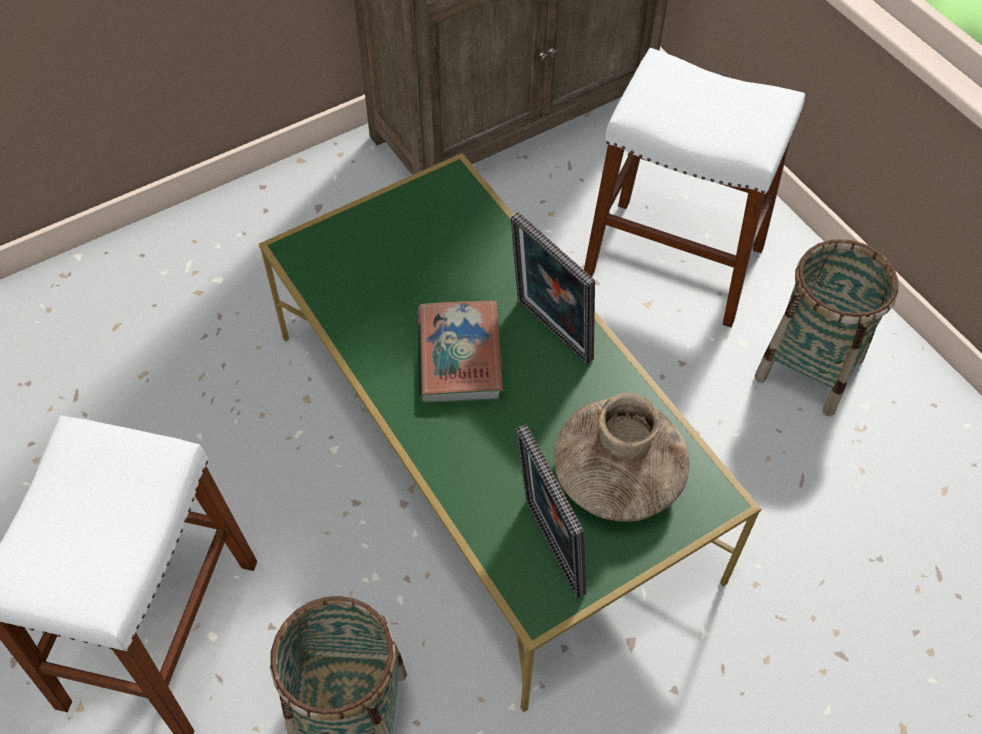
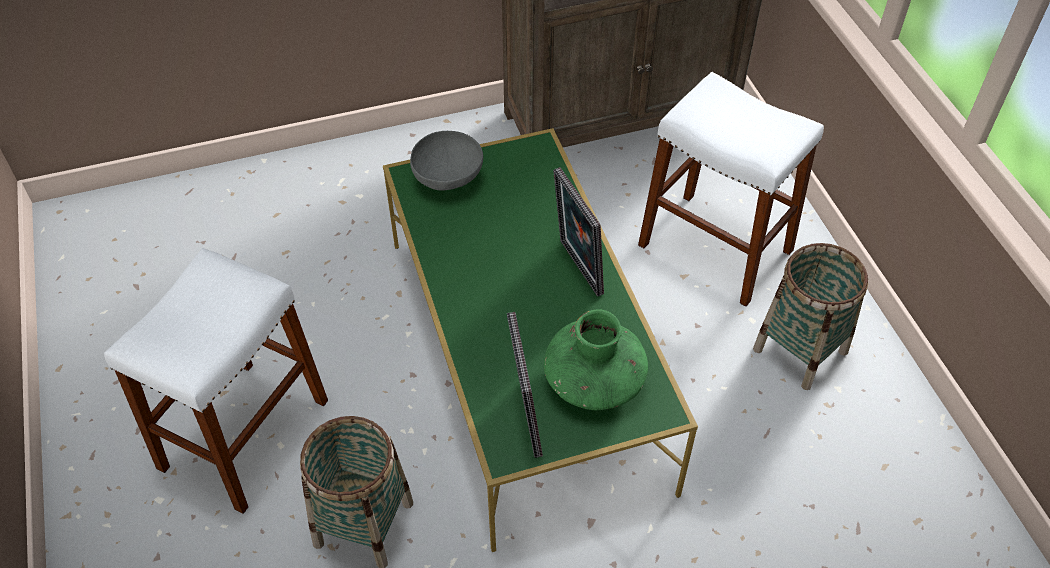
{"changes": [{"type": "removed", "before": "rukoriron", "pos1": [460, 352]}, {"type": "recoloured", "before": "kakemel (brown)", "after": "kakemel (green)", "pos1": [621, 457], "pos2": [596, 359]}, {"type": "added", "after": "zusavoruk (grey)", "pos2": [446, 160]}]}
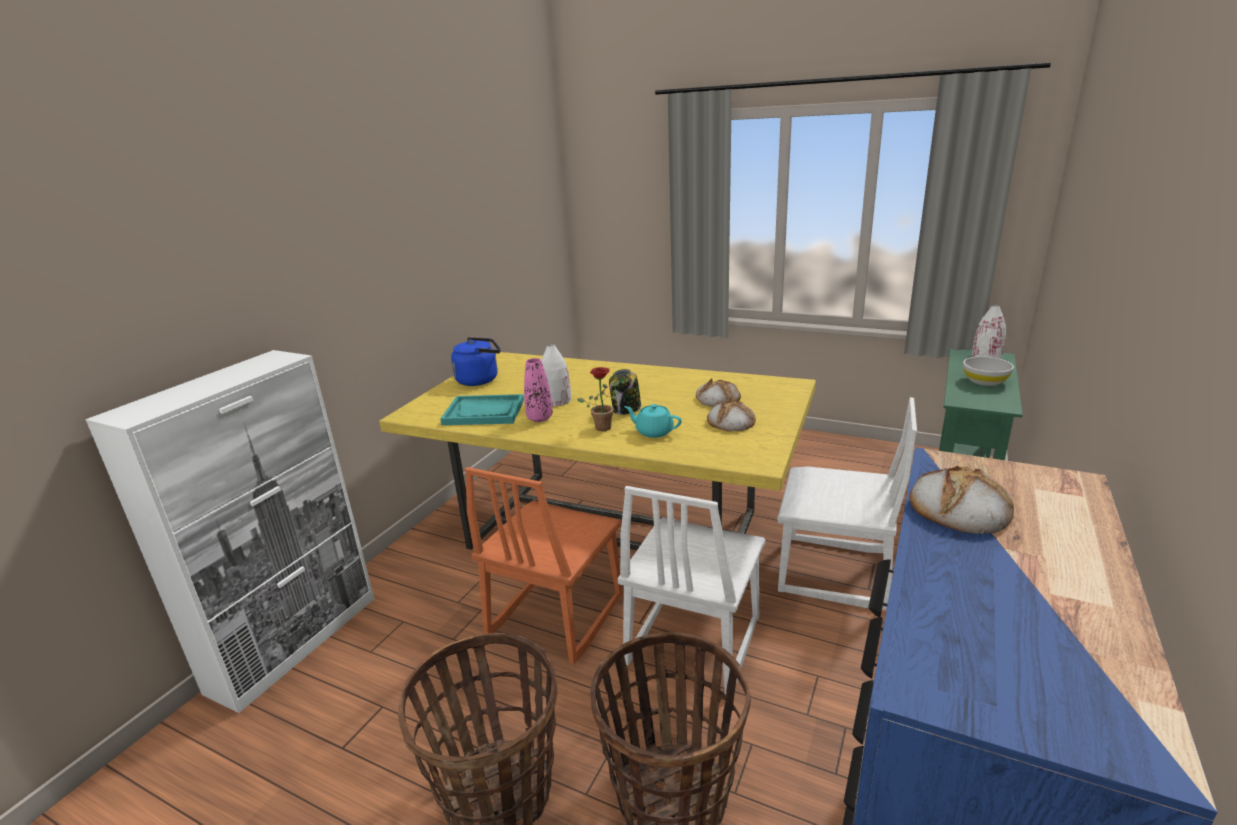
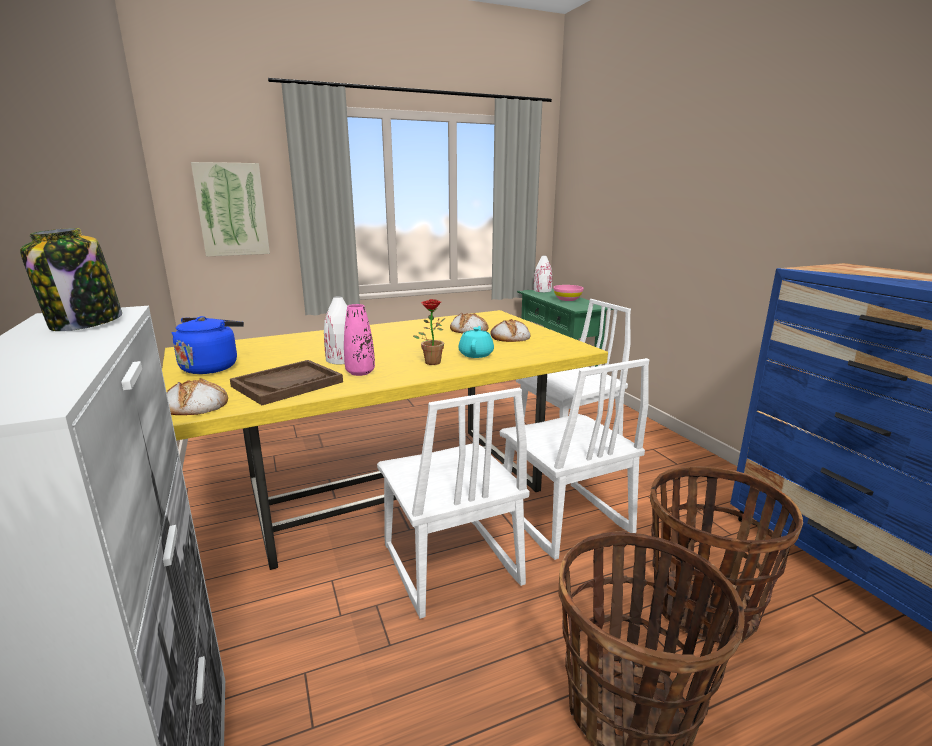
{"changes": [{"type": "recoloured", "before": "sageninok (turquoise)", "after": "sageninok (brown)", "pos1": [482, 409], "pos2": [286, 382]}, {"type": "recoloured", "before": "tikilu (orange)", "after": "tikilu (white)", "pos1": [544, 565], "pos2": [453, 503]}, {"type": "moved", "before": "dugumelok", "pos1": [625, 392], "pos2": [71, 279]}, {"type": "turned", "before": "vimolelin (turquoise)", "pos1": [653, 421], "pos2": [476, 342], "turn": 120}, {"type": "moved", "before": "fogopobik", "pos1": [961, 500], "pos2": [197, 396]}, {"type": "recoloured", "before": "zusavoruk (white)", "after": "zusavoruk (pink)", "pos1": [988, 371], "pos2": [568, 293]}, {"type": "added", "after": "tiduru", "pos2": [230, 209]}]}
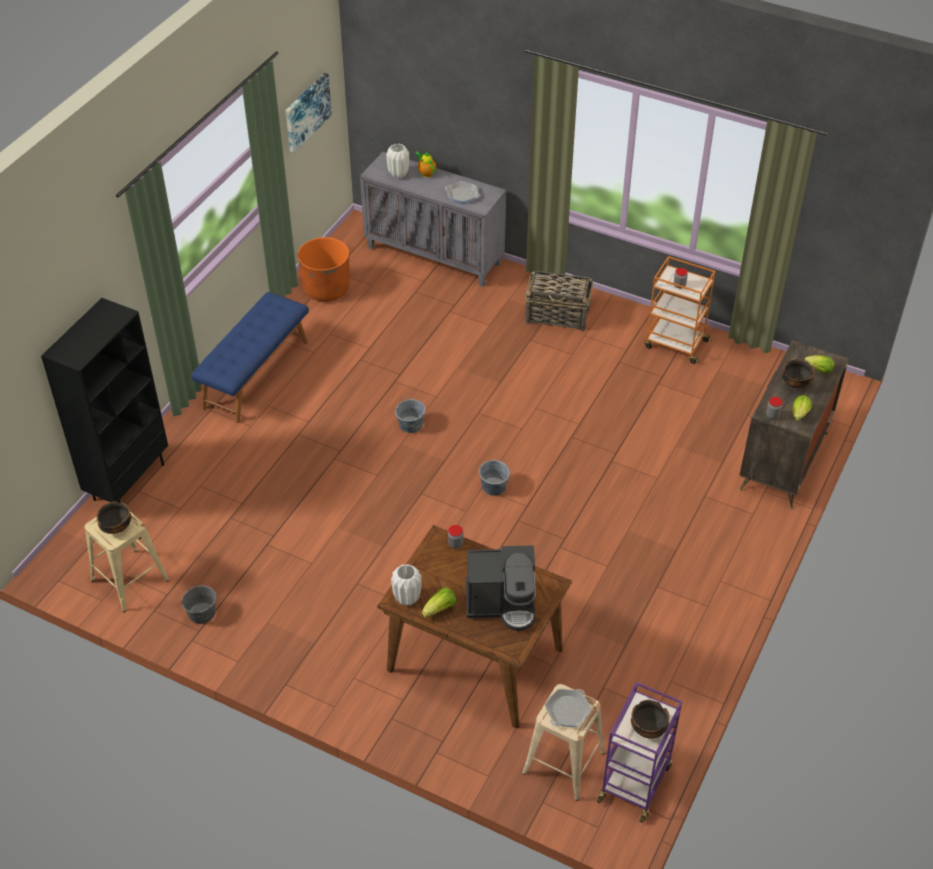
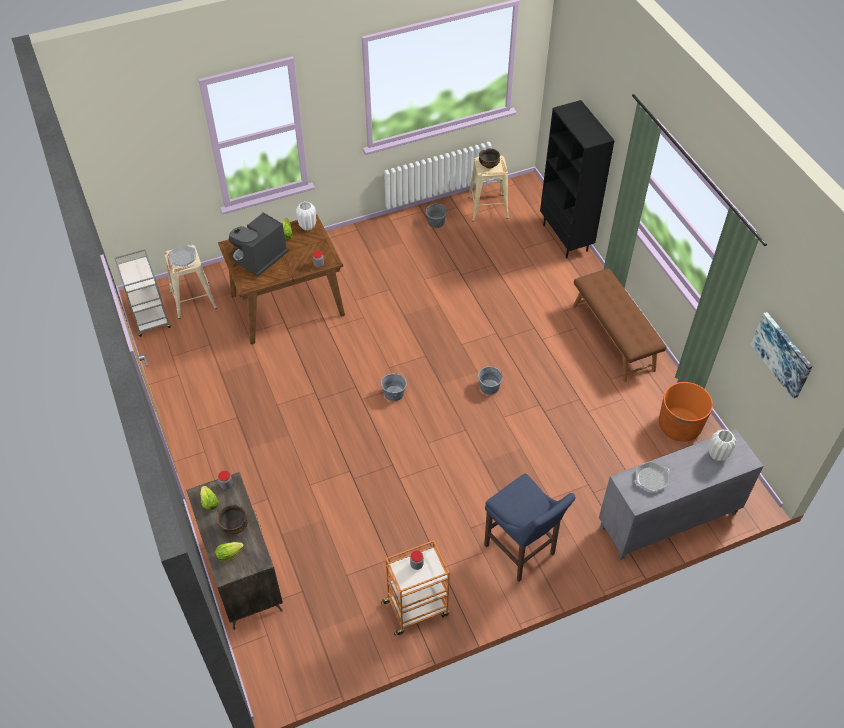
{"changes": [{"type": "recoloured", "before": "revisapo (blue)", "after": "revisapo (brown)", "pos1": [250, 357], "pos2": [620, 325]}, {"type": "removed", "before": "vimolelin", "pos1": [425, 164]}, {"type": "replaced", "before": "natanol", "after": "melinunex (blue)", "pos1": [559, 301], "pos2": [530, 527]}, {"type": "recoloured", "before": "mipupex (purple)", "after": "mipupex (grey)", "pos1": [639, 752], "pos2": [142, 293]}, {"type": "removed", "before": "zusavoruk", "pos1": [650, 719]}]}
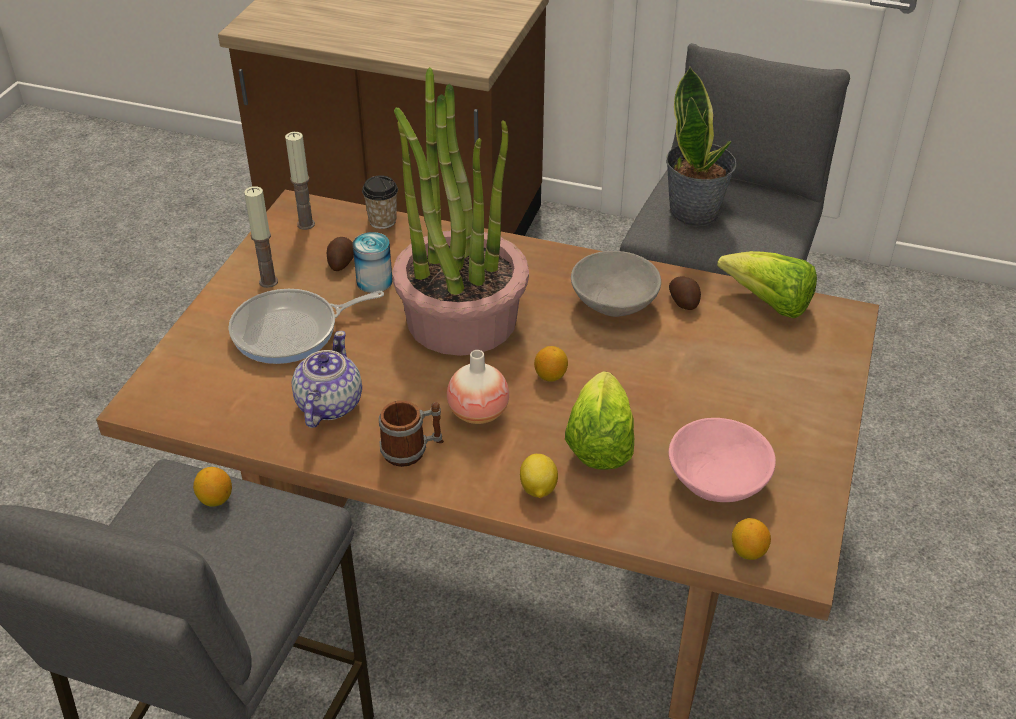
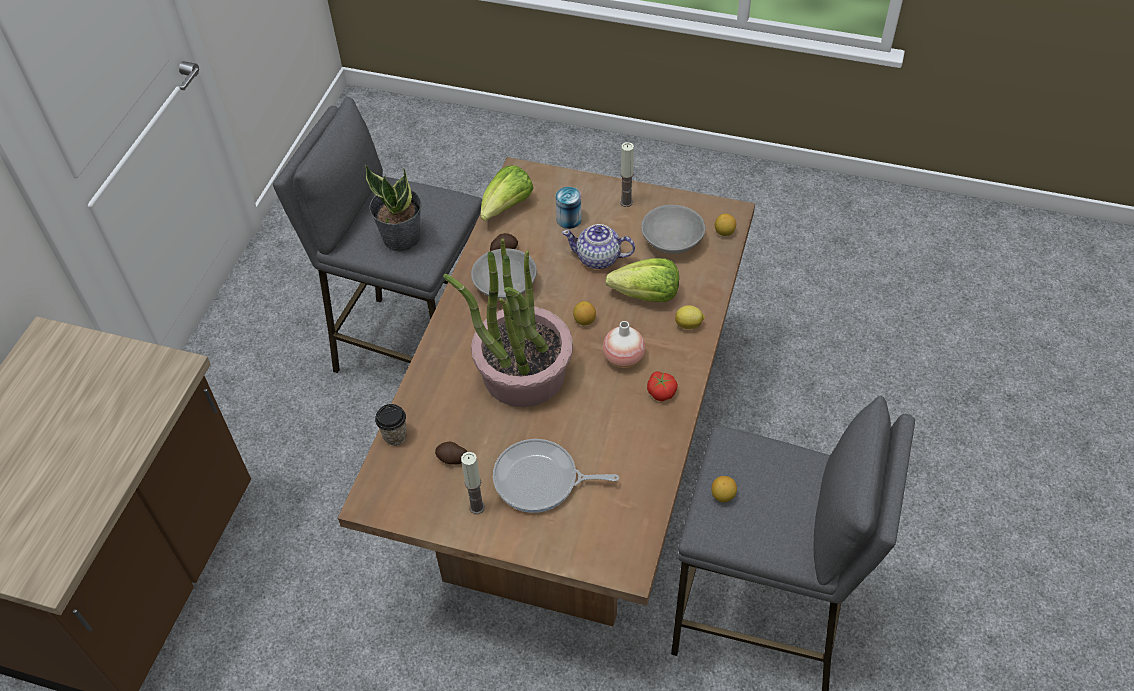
{"changes": [{"type": "turned", "before": "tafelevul", "pos1": [306, 326], "pos2": [556, 476], "turn": 120}, {"type": "moved", "before": "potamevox", "pos1": [300, 181], "pos2": [627, 174]}, {"type": "moved", "before": "vimolelin", "pos1": [326, 379], "pos2": [598, 246]}, {"type": "moved", "before": "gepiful", "pos1": [373, 262], "pos2": [569, 208]}, {"type": "replaced", "before": "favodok", "after": "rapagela", "pos1": [411, 433], "pos2": [662, 386]}, {"type": "recoloured", "before": "zusavoruk (pink)", "after": "zusavoruk (grey)", "pos1": [722, 460], "pos2": [673, 229]}]}
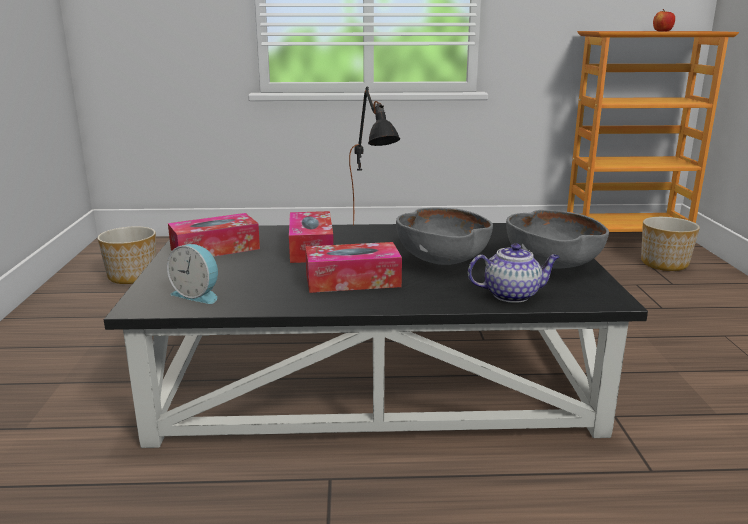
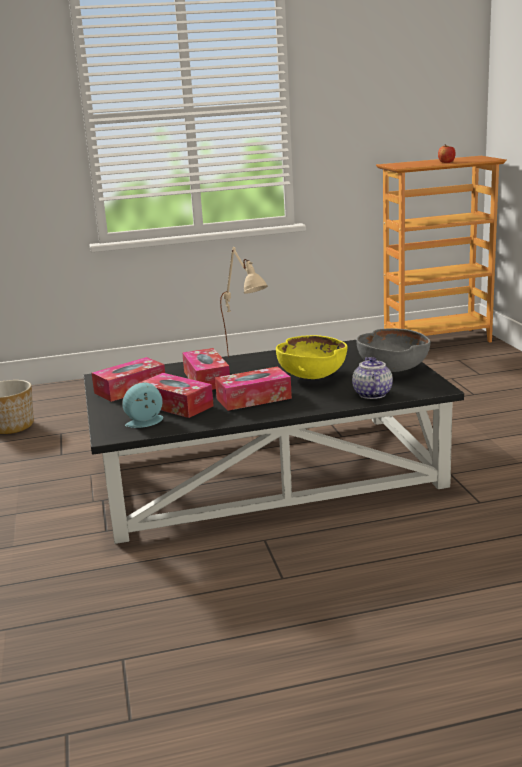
{"changes": [{"type": "turned", "before": "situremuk", "pos1": [192, 274], "pos2": [142, 405], "turn": 135}, {"type": "recoloured", "before": "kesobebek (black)", "after": "kesobebek (beige)", "pos1": [374, 156], "pos2": [244, 302]}, {"type": "recoloured", "before": "zusavoruk (grey)", "after": "zusavoruk (yellow)", "pos1": [444, 236], "pos2": [311, 357]}, {"type": "turned", "before": "vimolelin", "pos1": [514, 273], "pos2": [372, 378], "turn": -75}, {"type": "removed", "before": "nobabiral", "pos1": [670, 244]}, {"type": "added", "after": "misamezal", "pos2": [176, 395]}]}
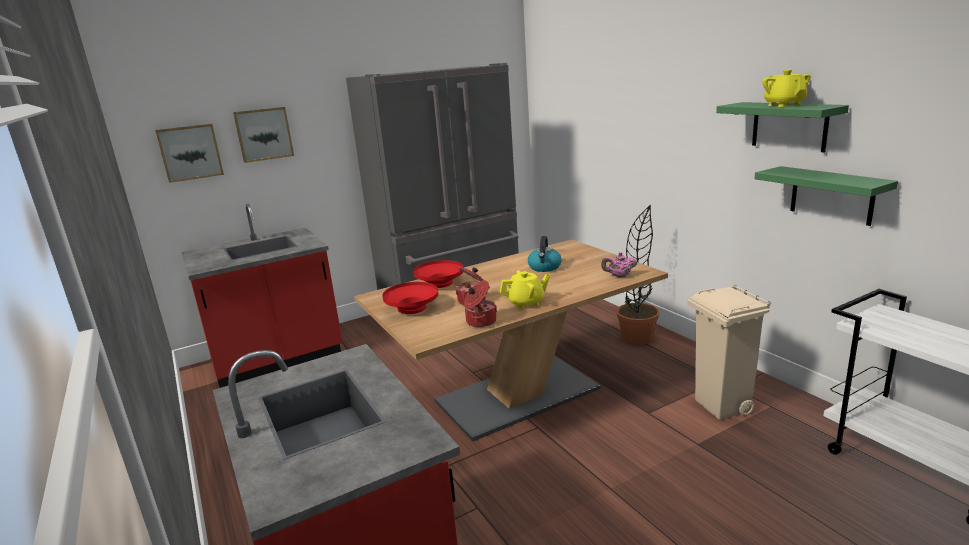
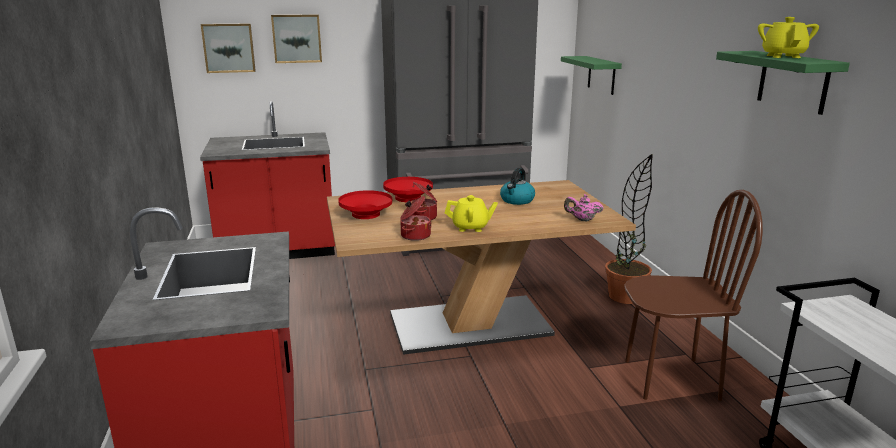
{"changes": [{"type": "replaced", "before": "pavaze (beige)", "after": "tikilu (brown)", "pos1": [729, 352], "pos2": [693, 295]}, {"type": "moved", "before": "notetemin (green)", "pos1": [826, 196], "pos2": [591, 75]}]}
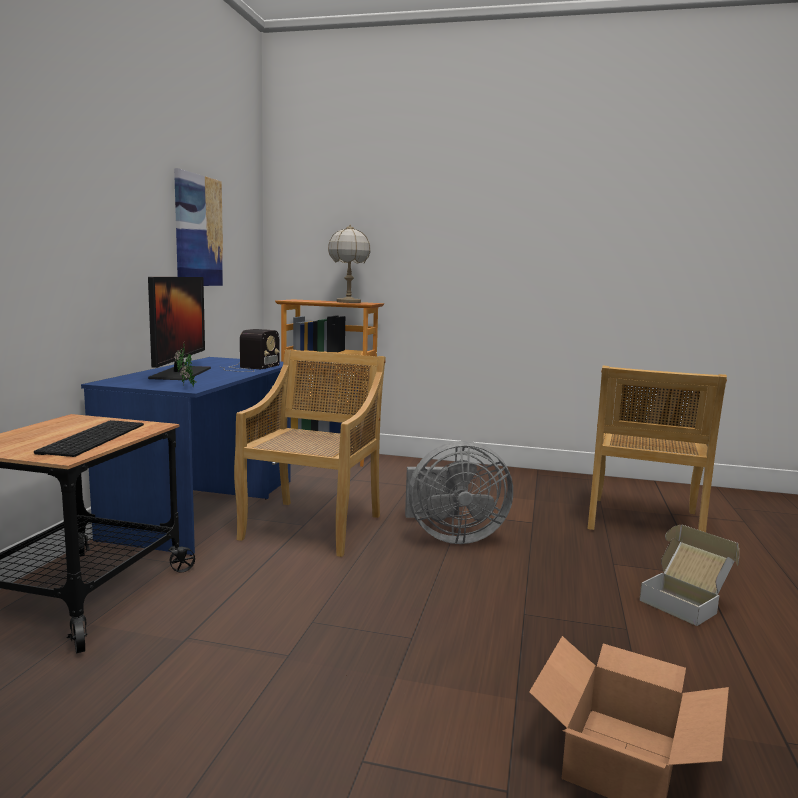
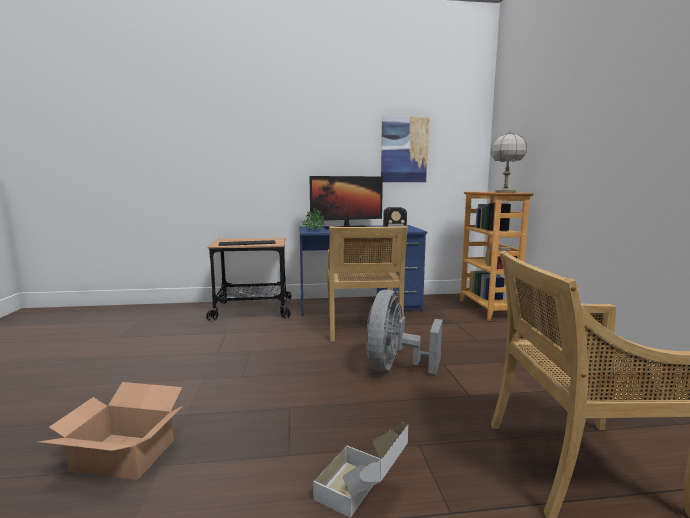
{"changes": [{"type": "turned", "before": "tikilu (beige)", "pos1": [310, 453], "pos2": [367, 283], "turn": 90}, {"type": "turned", "before": "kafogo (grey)", "pos1": [459, 492], "pos2": [404, 332], "turn": 45}]}
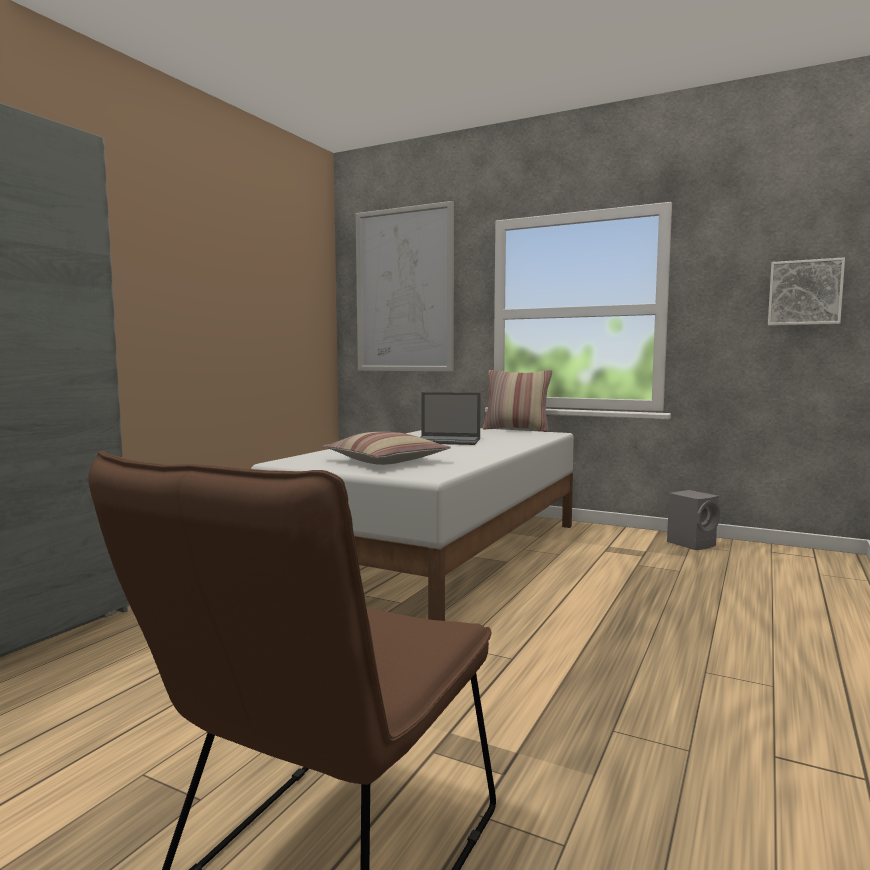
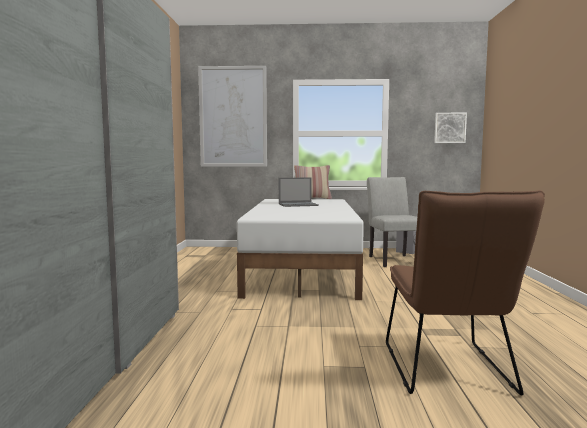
{"changes": [{"type": "removed", "before": "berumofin", "pos1": [386, 448]}, {"type": "added", "after": "tikilu (grey)", "pos2": [392, 222]}]}
